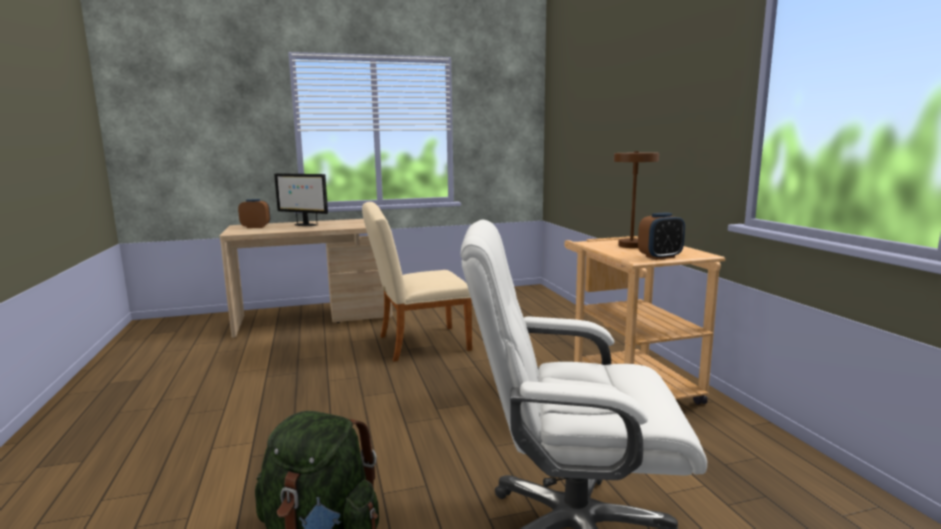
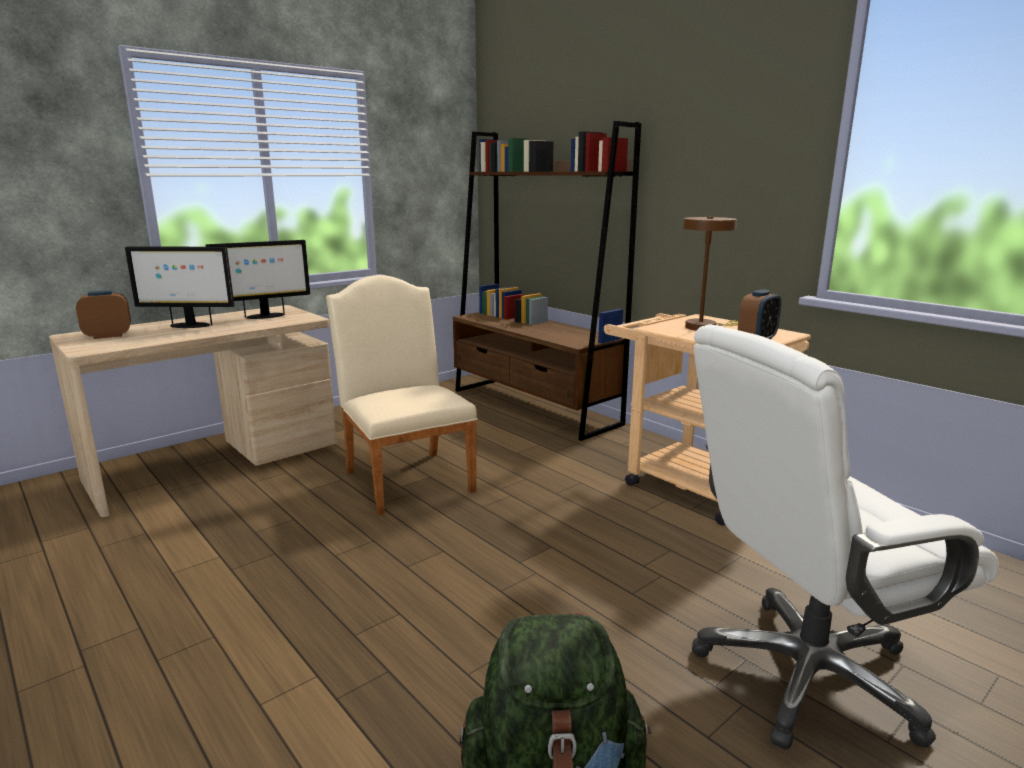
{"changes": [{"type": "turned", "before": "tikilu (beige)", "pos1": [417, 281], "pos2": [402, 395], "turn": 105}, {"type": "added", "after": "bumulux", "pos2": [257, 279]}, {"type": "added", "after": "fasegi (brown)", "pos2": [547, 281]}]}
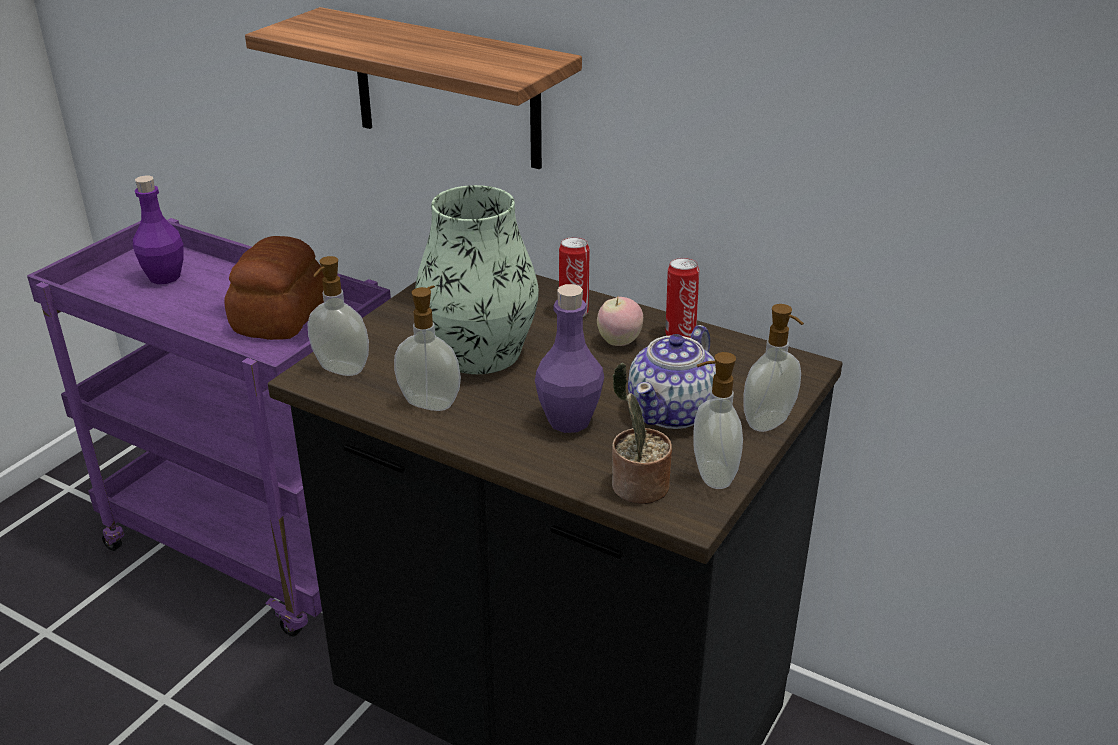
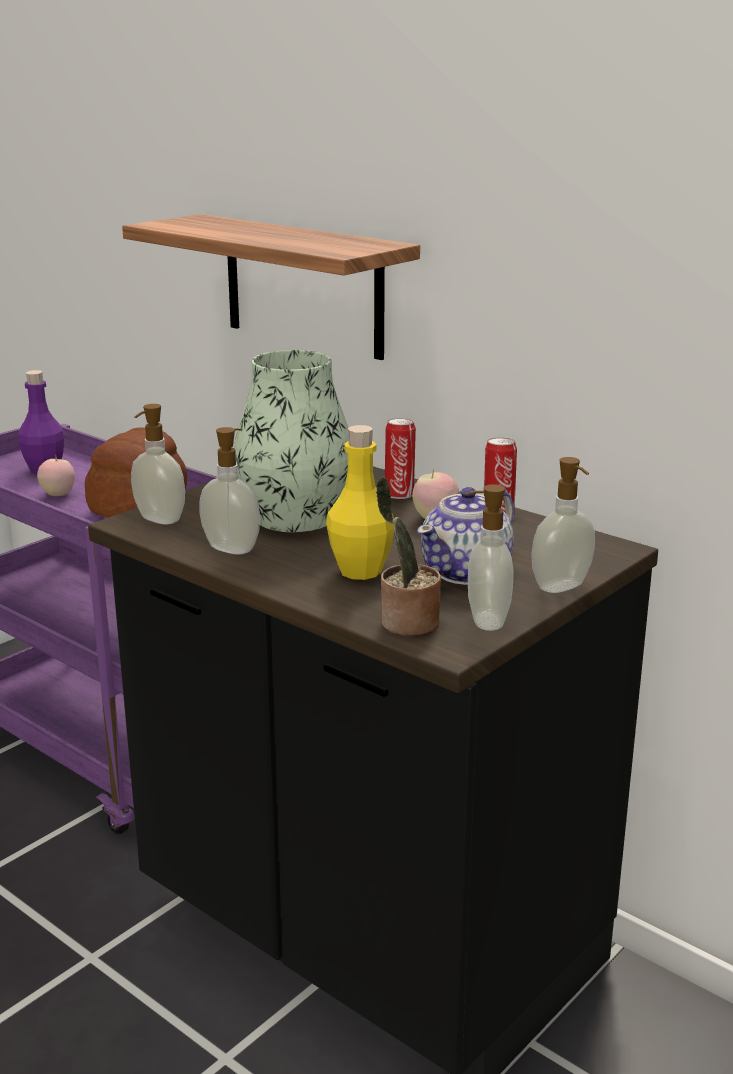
{"changes": [{"type": "recoloured", "before": "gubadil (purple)", "after": "gubadil (yellow)", "pos1": [569, 358], "pos2": [360, 502]}, {"type": "added", "after": "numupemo", "pos2": [56, 476]}]}
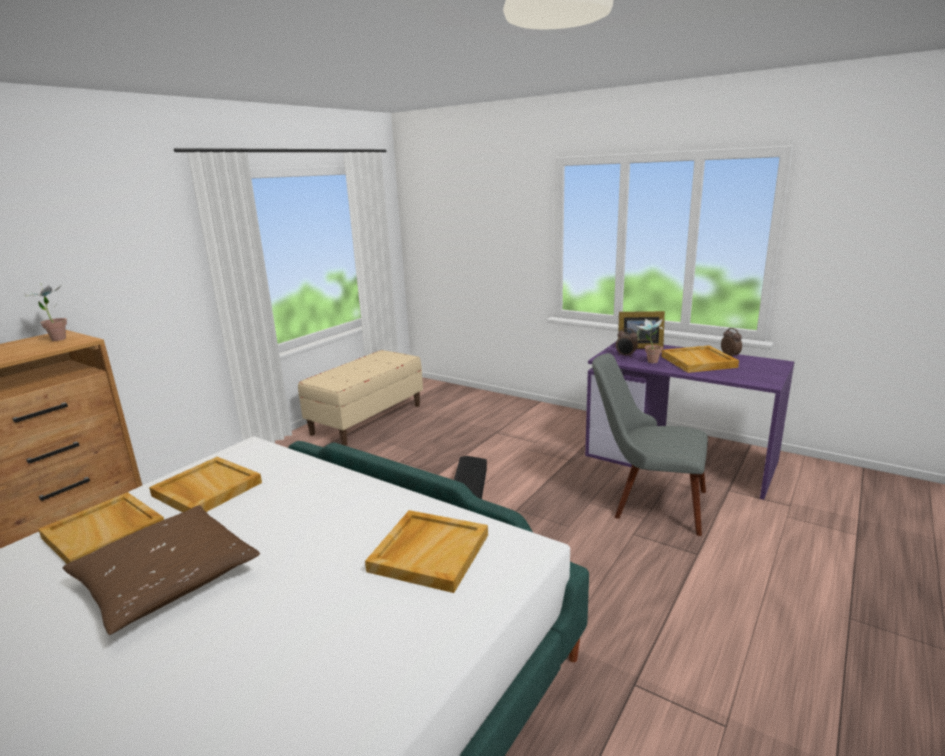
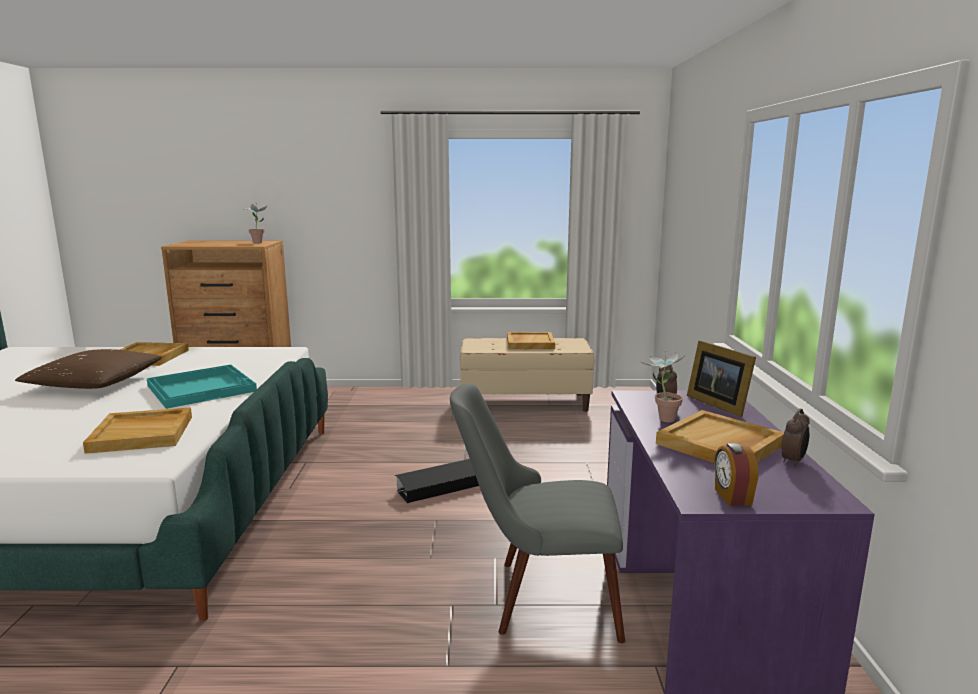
{"changes": [{"type": "moved", "before": "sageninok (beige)", "pos1": [205, 484], "pos2": [531, 340]}, {"type": "turned", "before": "tikilu (grey)", "pos1": [650, 444], "pos2": [537, 513], "turn": -75}, {"type": "added", "after": "sageninok (turquoise)", "pos2": [202, 386]}, {"type": "added", "after": "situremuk", "pos2": [736, 474]}]}
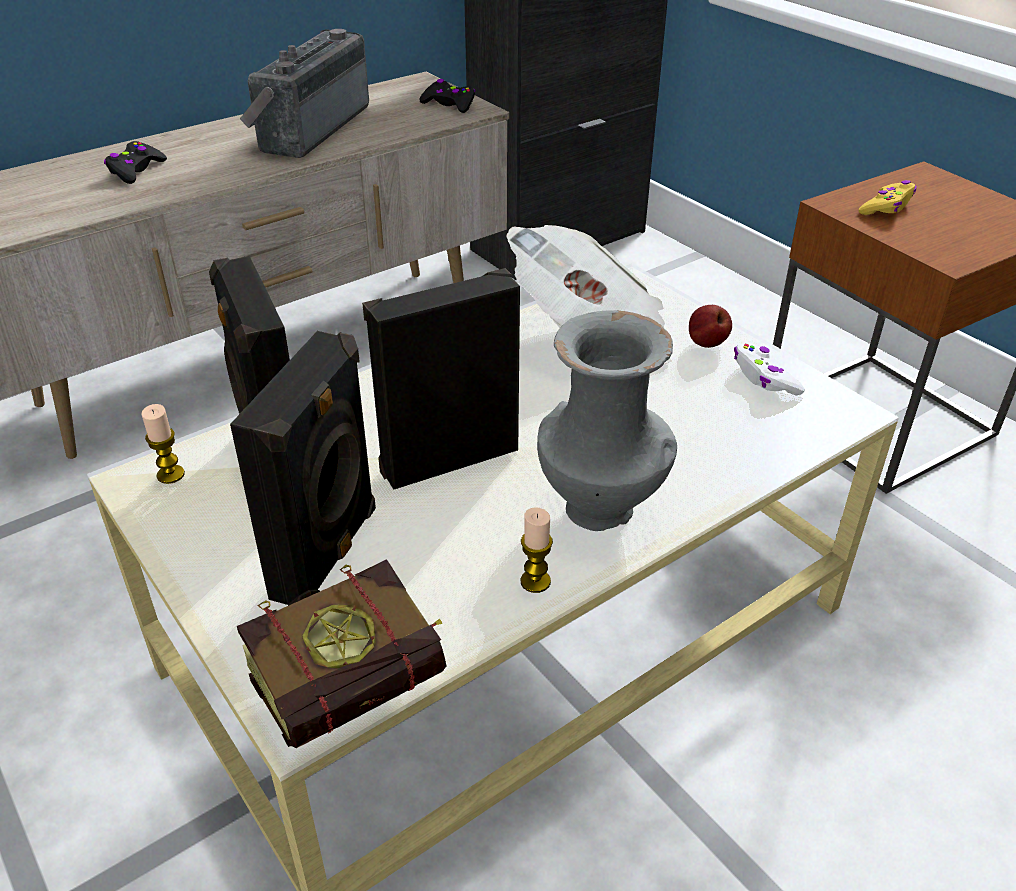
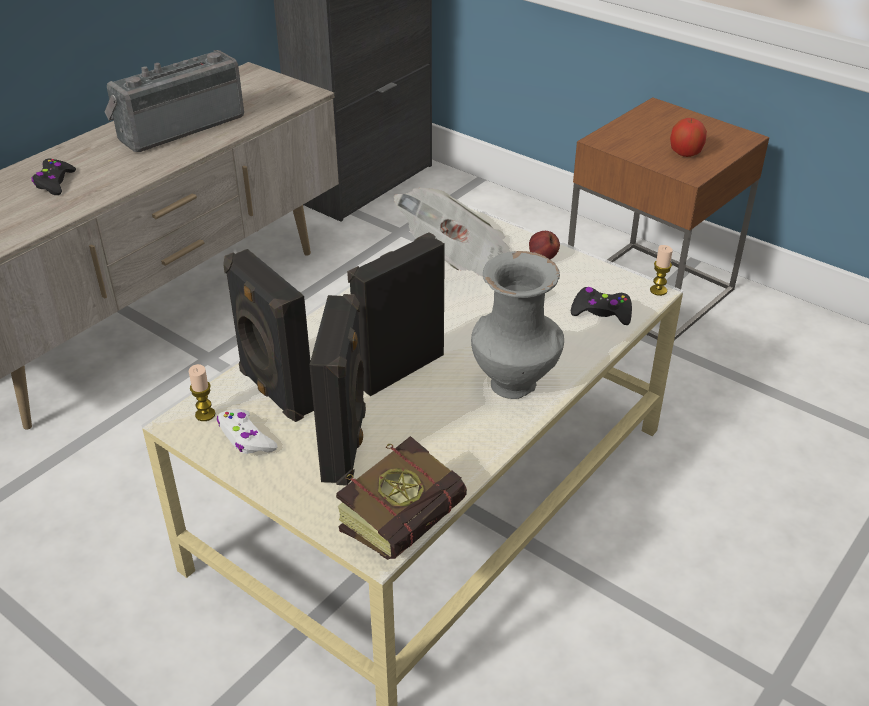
{"changes": [{"type": "turned", "before": "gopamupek", "pos1": [304, 93], "pos2": [174, 101], "turn": 45}, {"type": "moved", "before": "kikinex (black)", "pos1": [447, 96], "pos2": [601, 306]}, {"type": "moved", "before": "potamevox", "pos1": [537, 550], "pos2": [661, 270]}, {"type": "moved", "before": "kikinex (white)", "pos1": [769, 370], "pos2": [247, 431]}, {"type": "removed", "before": "kikinex (yellow)", "pos1": [887, 197]}, {"type": "added", "after": "numupemo", "pos2": [688, 137]}]}
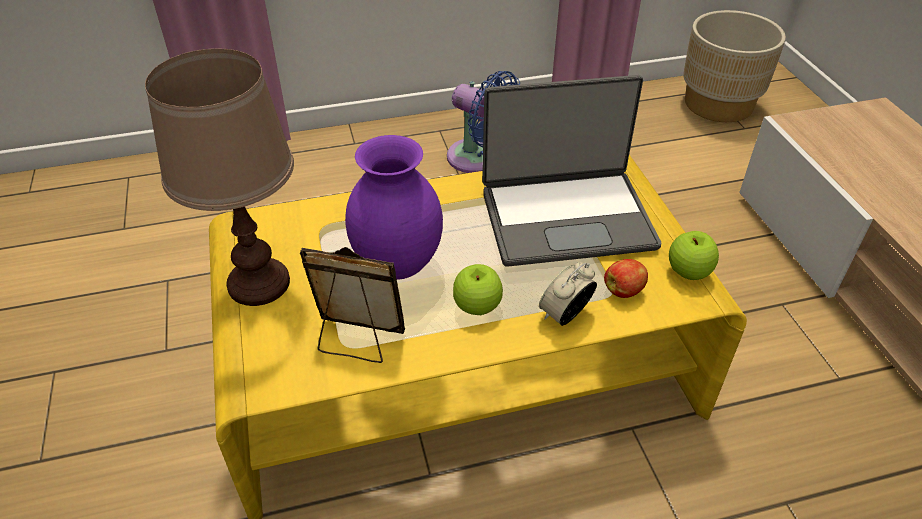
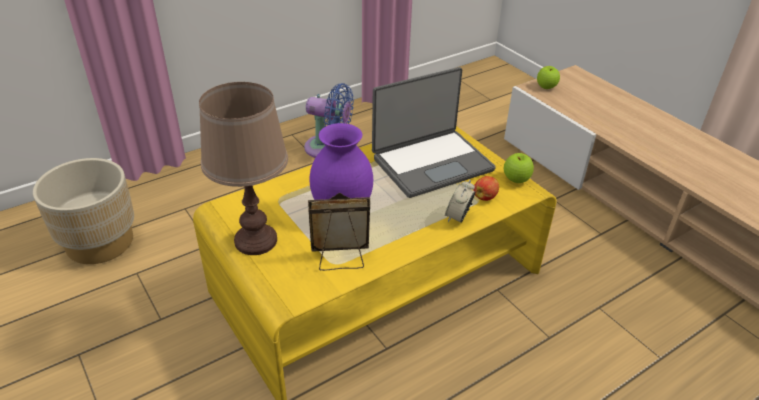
{"changes": [{"type": "moved", "before": "numupemo", "pos1": [478, 289], "pos2": [548, 77]}, {"type": "moved", "before": "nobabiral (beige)", "pos1": [734, 66], "pos2": [83, 211]}]}
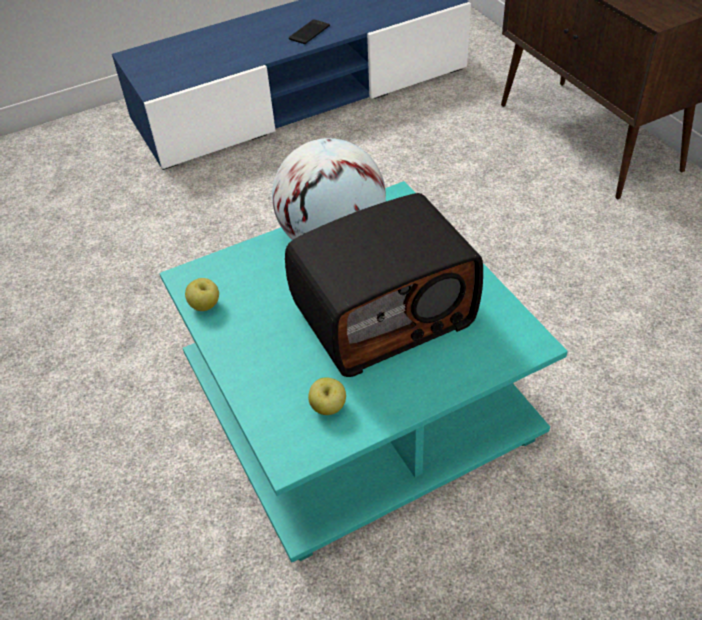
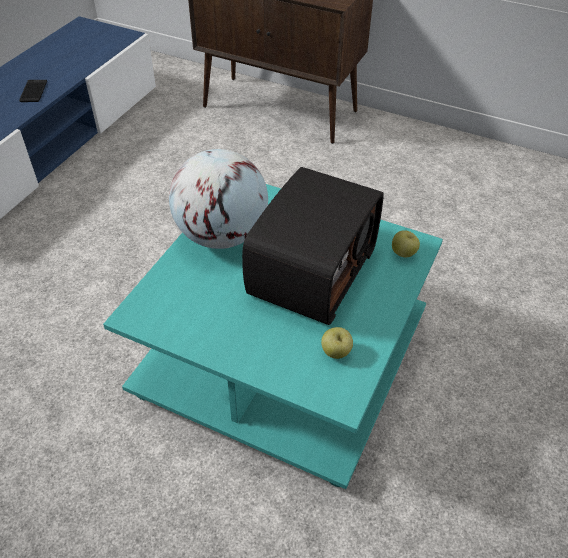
{"changes": [{"type": "moved", "before": "numupemo", "pos1": [202, 294], "pos2": [406, 244]}]}
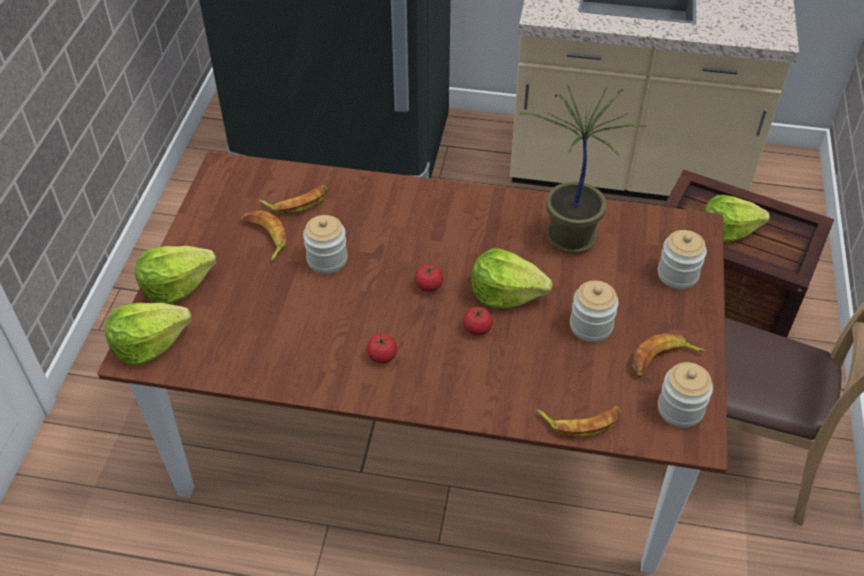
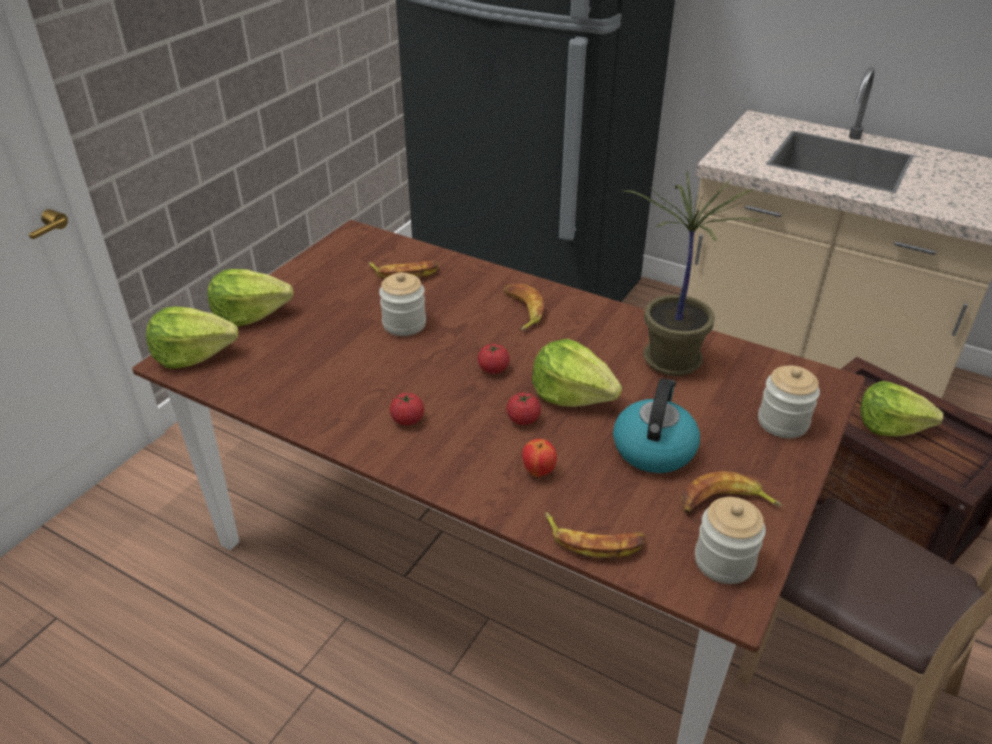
{"changes": [{"type": "moved", "before": "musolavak", "pos1": [263, 235], "pos2": [523, 307]}, {"type": "replaced", "before": "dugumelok", "after": "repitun", "pos1": [594, 311], "pos2": [656, 425]}, {"type": "added", "after": "numupemo", "pos2": [539, 458]}]}
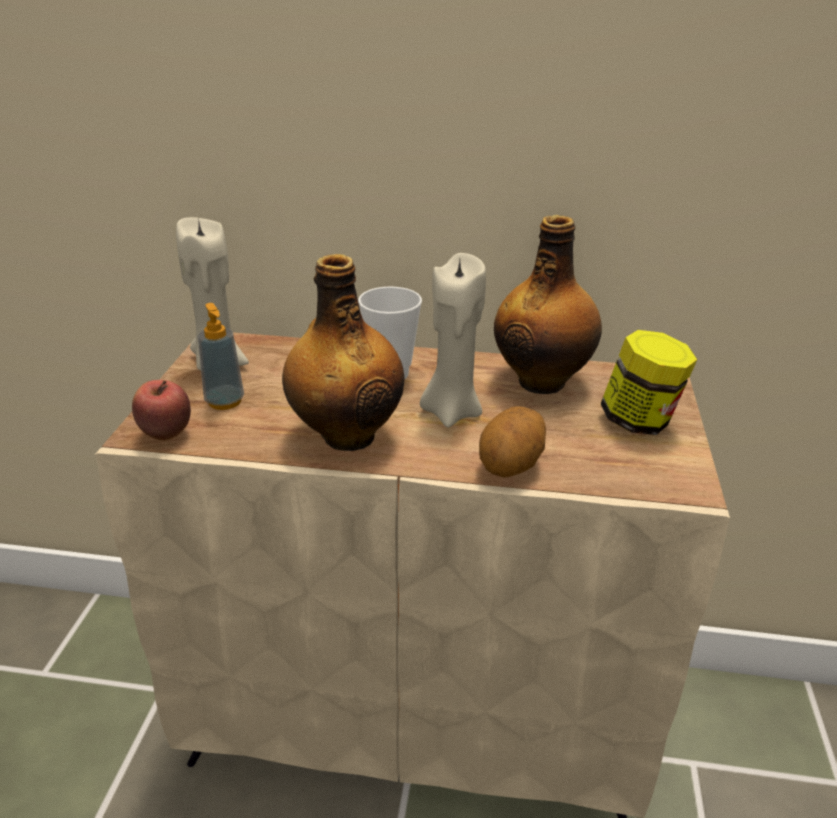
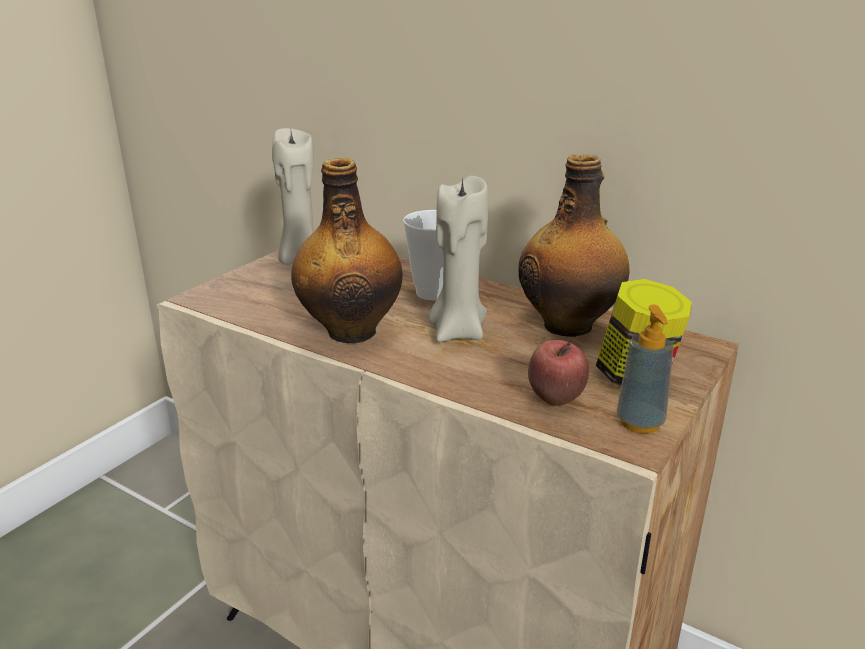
{"changes": [{"type": "moved", "before": "numupemo", "pos1": [161, 410], "pos2": [558, 373]}, {"type": "moved", "before": "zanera", "pos1": [221, 356], "pos2": [645, 369]}, {"type": "removed", "before": "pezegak", "pos1": [512, 441]}]}
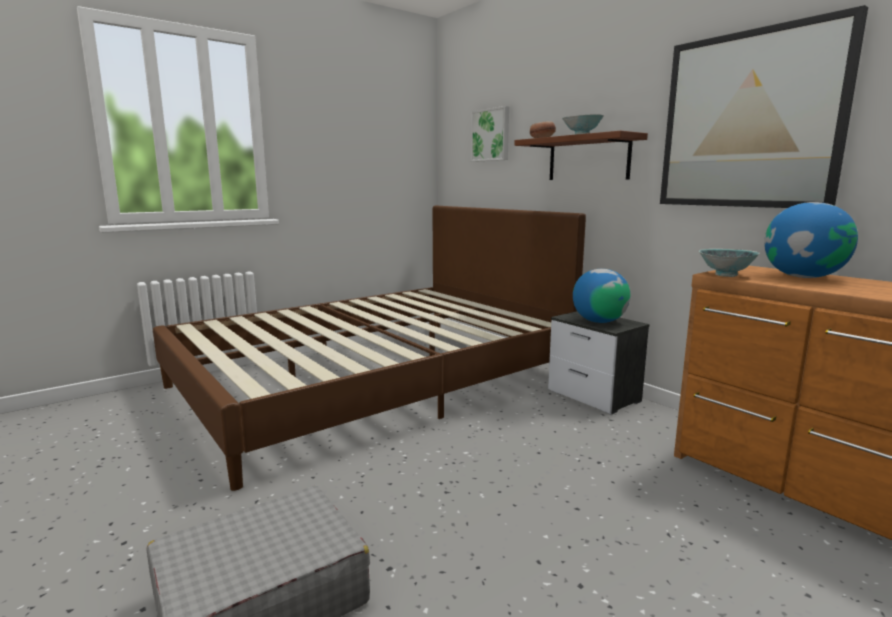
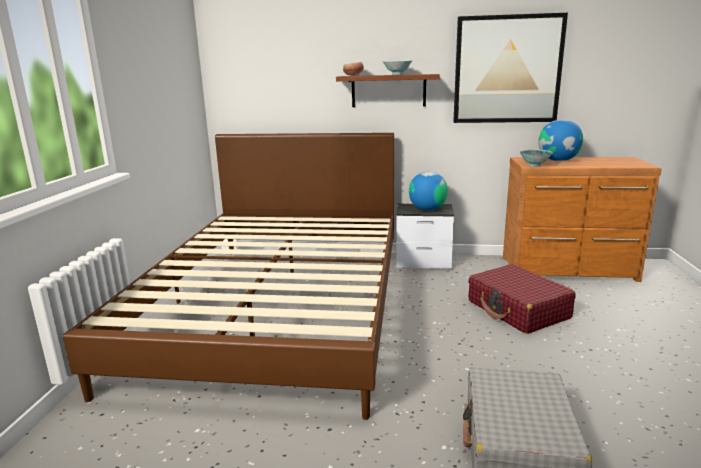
{"changes": [{"type": "removed", "before": "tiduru", "pos1": [490, 134]}, {"type": "added", "after": "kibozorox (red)", "pos2": [522, 299]}]}
